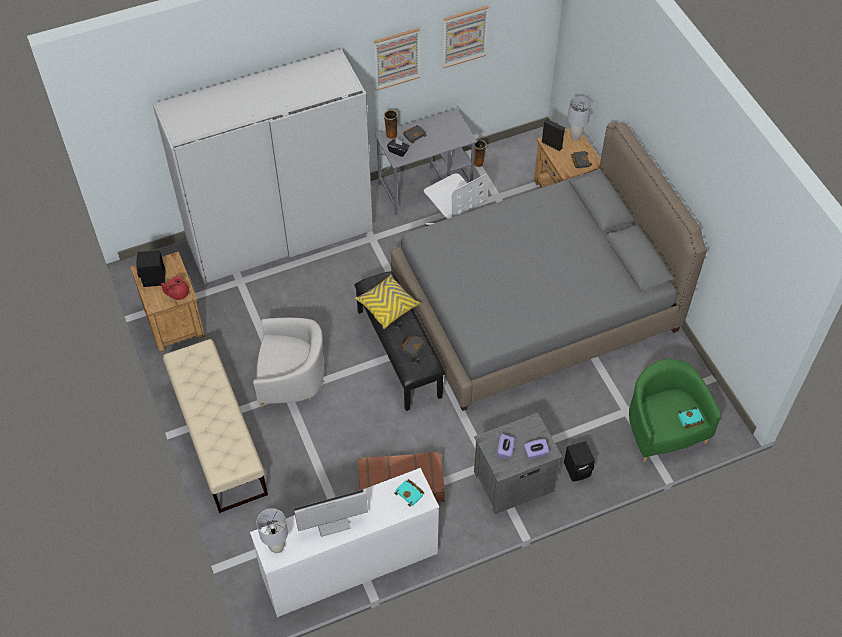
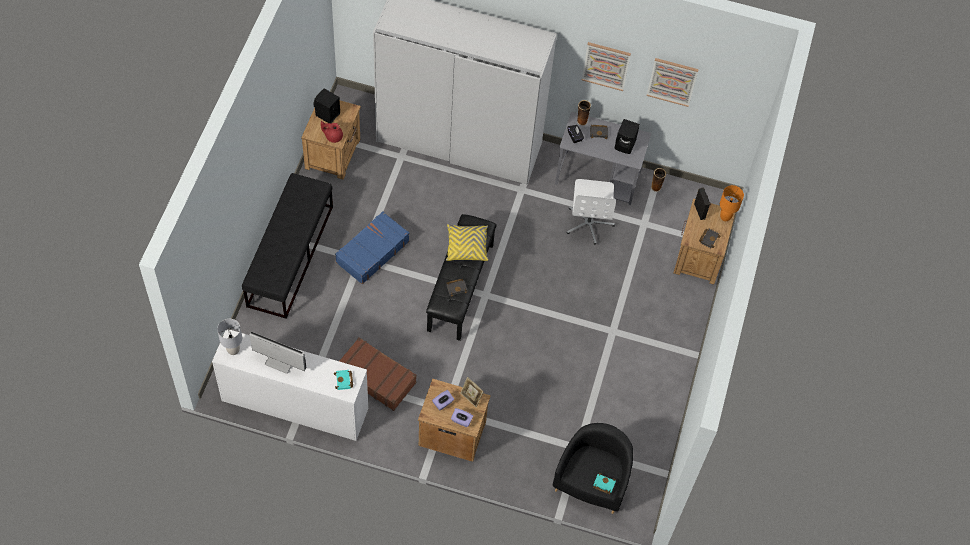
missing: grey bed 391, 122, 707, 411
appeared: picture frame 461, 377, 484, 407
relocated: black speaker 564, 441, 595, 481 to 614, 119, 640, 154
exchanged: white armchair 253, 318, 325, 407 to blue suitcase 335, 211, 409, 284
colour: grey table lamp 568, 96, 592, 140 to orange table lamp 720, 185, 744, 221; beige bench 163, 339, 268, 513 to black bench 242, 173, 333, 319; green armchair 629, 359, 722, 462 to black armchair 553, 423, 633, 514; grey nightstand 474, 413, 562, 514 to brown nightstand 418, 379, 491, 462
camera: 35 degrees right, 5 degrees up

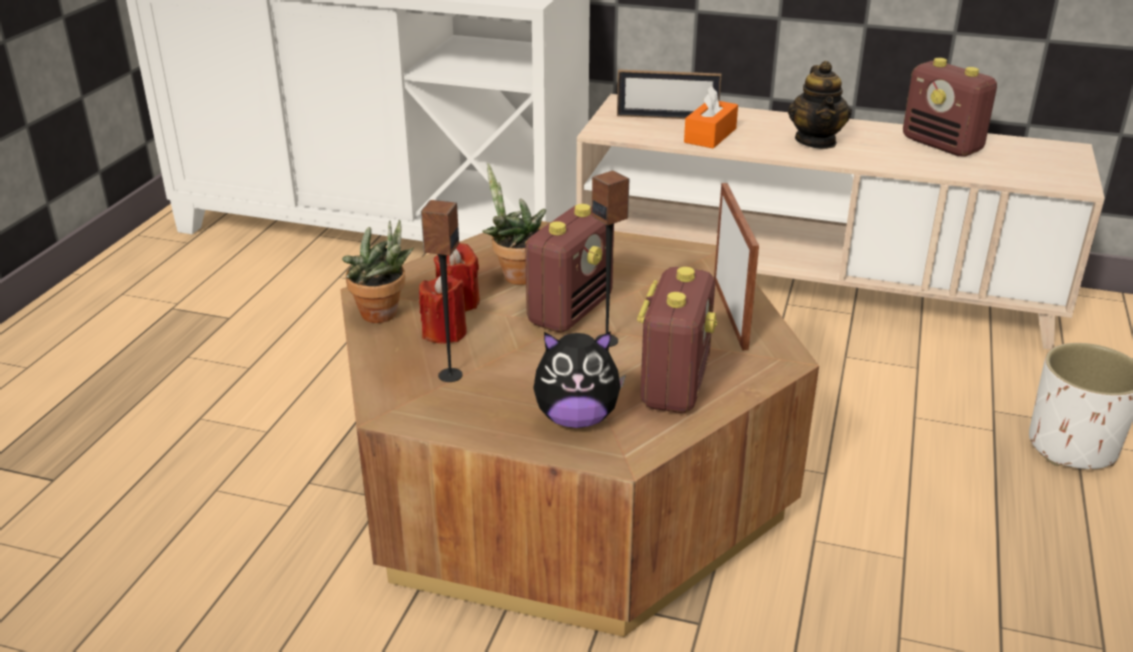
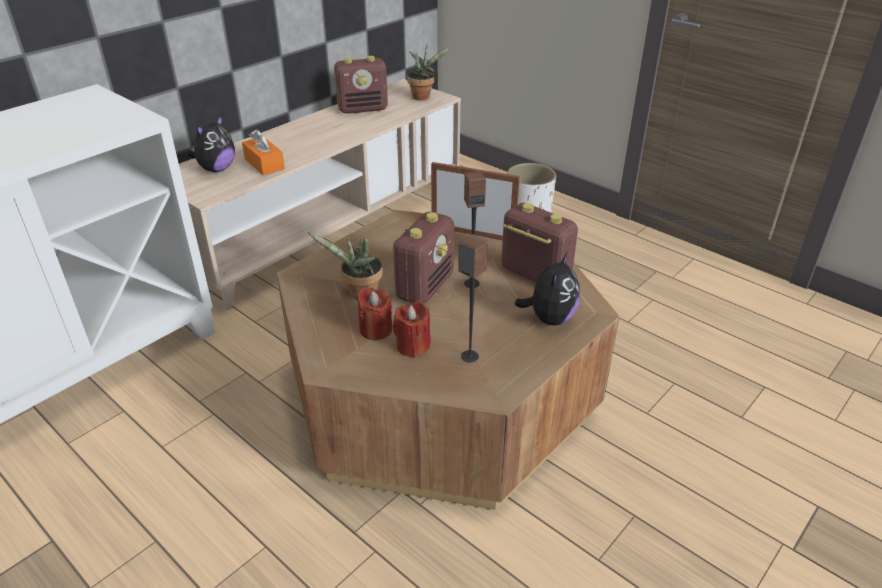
missing: teapot 788, 61, 851, 149
relocated: potted plant 342, 220, 414, 323 to 407, 45, 452, 100
exchanged: picture frame 617, 69, 721, 119 to plush toy 188, 114, 235, 172
spun: radio 525, 204, 614, 333 = 393, 212, 454, 304 60 degrees clockwise
camera: 65 degrees left, 5 degrees up

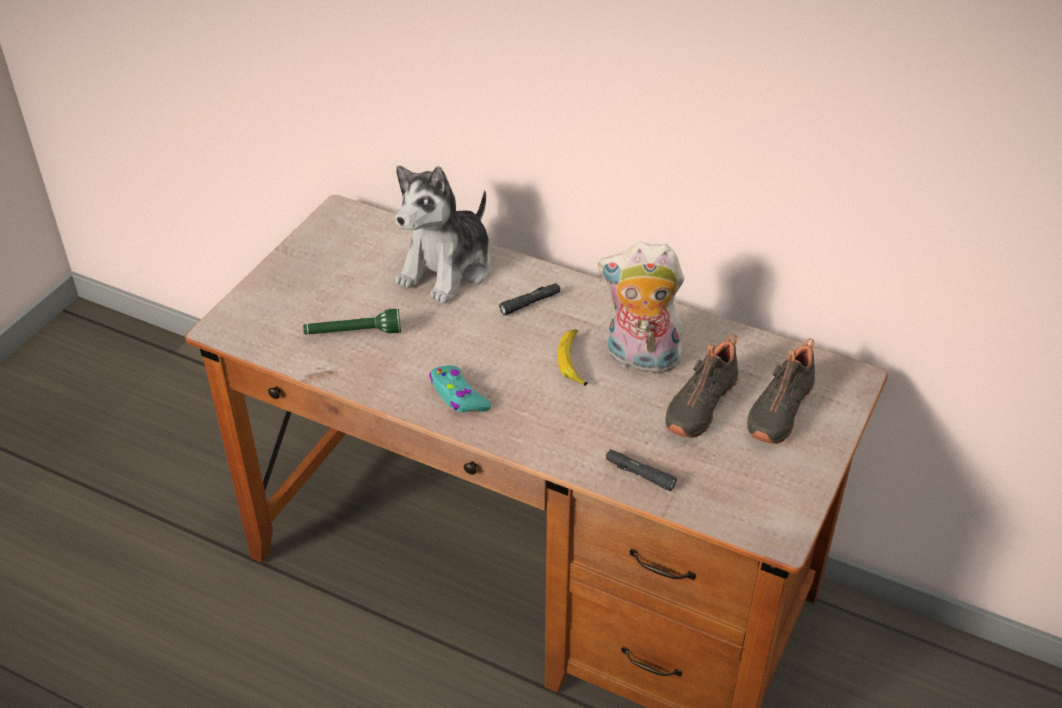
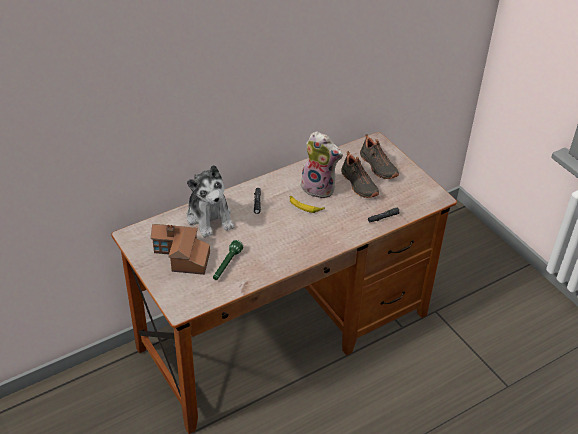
missing: turquoise game controller 429, 365, 492, 412
appeared: toy house 151, 224, 210, 275
spun: plush toy 598, 242, 684, 373 = 301, 131, 343, 199 105 degrees counterclockwise
camera: 60 degrees left, 0 degrees up

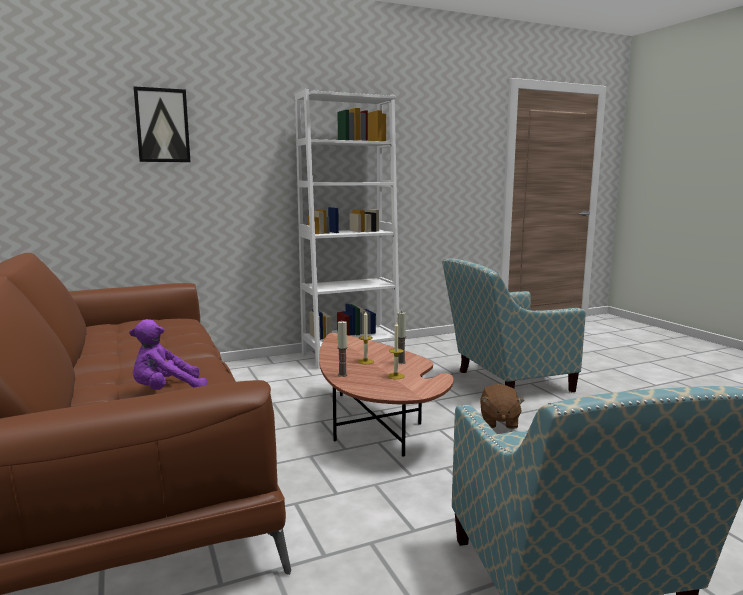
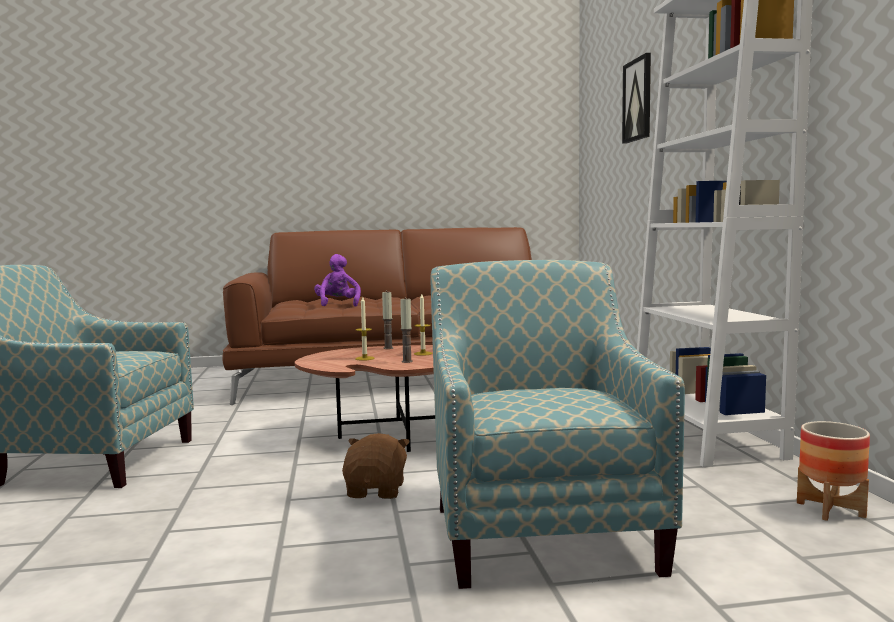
appeared: planter 797, 421, 870, 521
spun: brown plush toy 480, 384, 524, 429 = 342, 433, 410, 499 75 degrees clockwise
camera: 105 degrees right, 5 degrees down

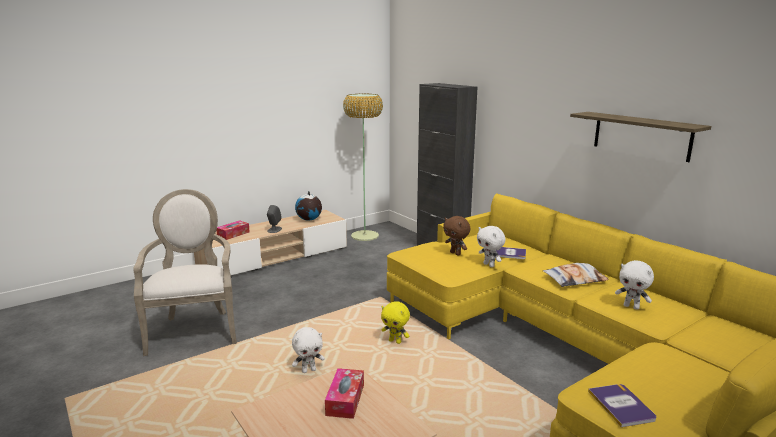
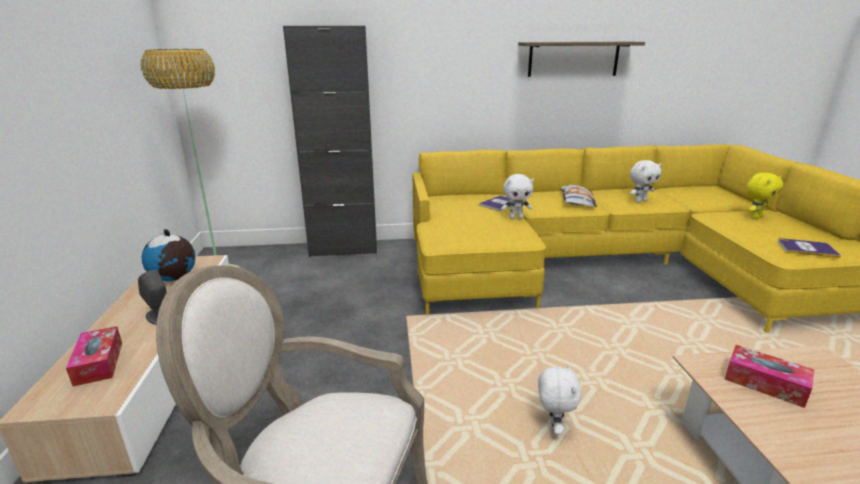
missing: brown plush toy 443, 216, 470, 256
relocated: yellow plush toy 381, 301, 410, 344 to 746, 173, 783, 219
camera: 60 degrees left, 5 degrees up

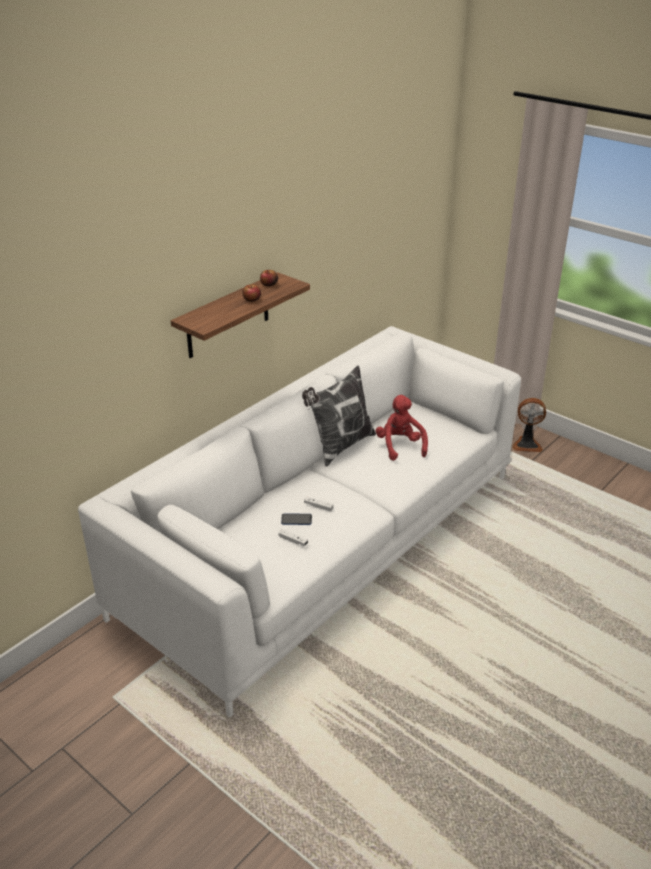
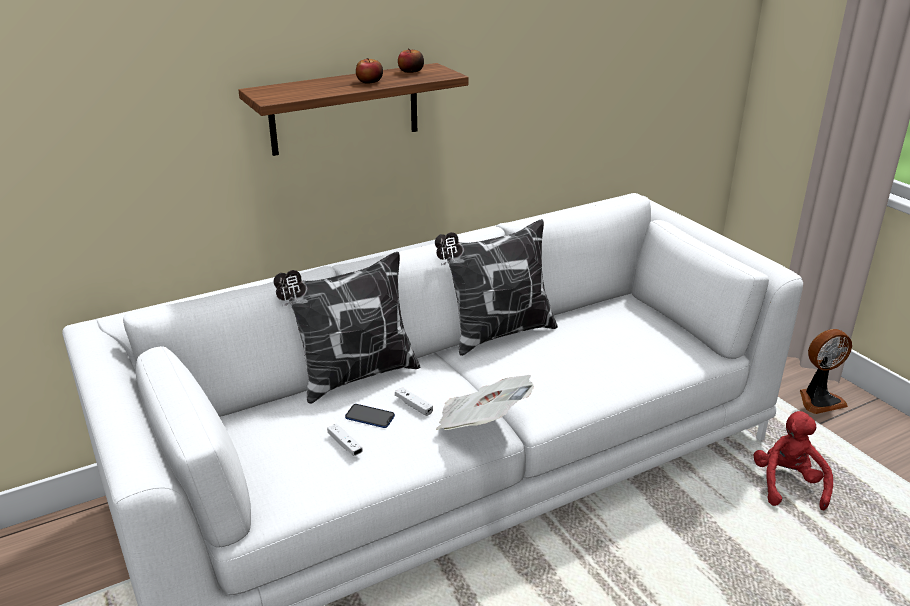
appeared: pillow 273, 252, 420, 404; newspaper 436, 375, 534, 430
relocated: red plush toy 375, 395, 428, 461 to 753, 411, 833, 510
spun: fan 512, 398, 546, 452 = 800, 329, 852, 414 45 degrees counterclockwise
camera: 20 degrees right, 5 degrees down

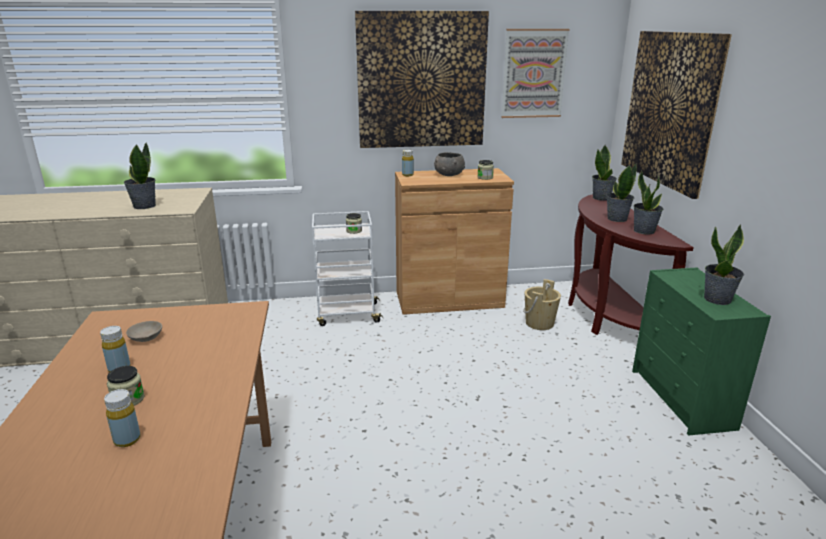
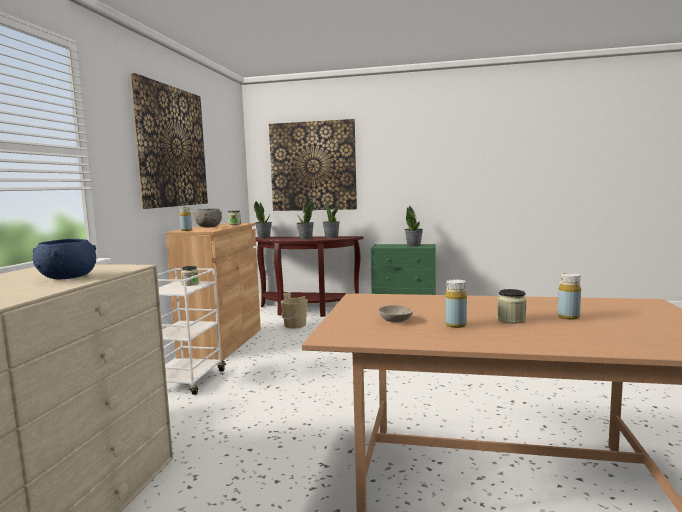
missing: picture 501, 29, 569, 118
exchanged: potted plant 124, 142, 156, 209 to blue bowl 33, 239, 96, 279
camera: 70 degrees left, 15 degrees down

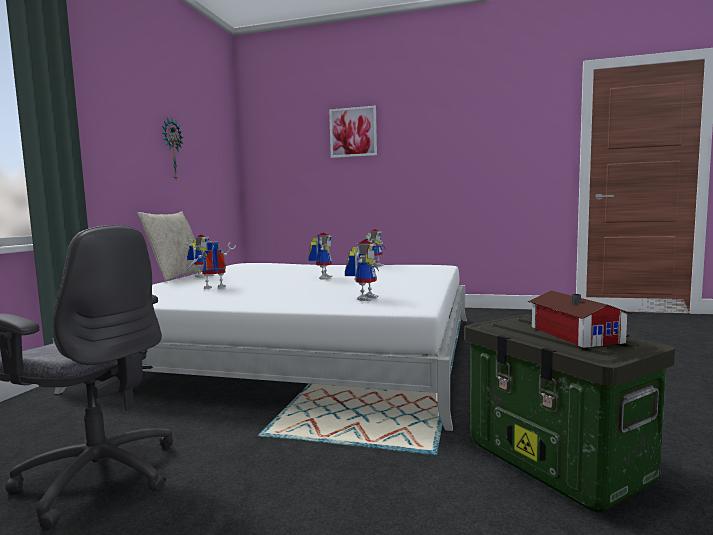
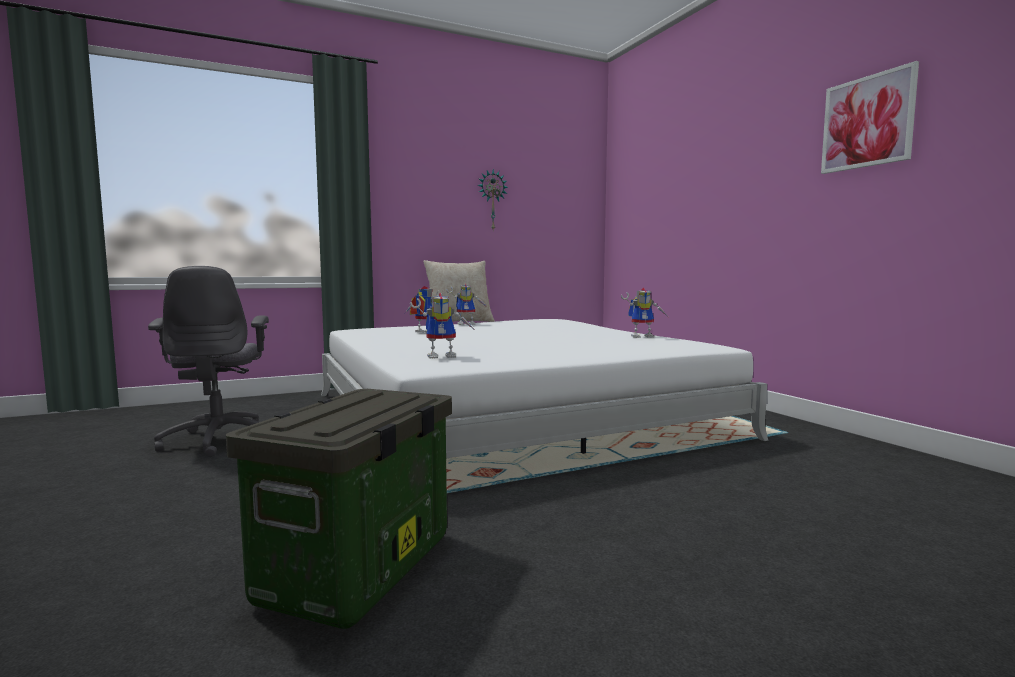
missing: toy robot 308, 233, 332, 280; toy house 528, 290, 632, 348
relocated: picture 329, 106, 377, 158 to 821, 61, 919, 174
camera: 50 degrees right, 0 degrees up

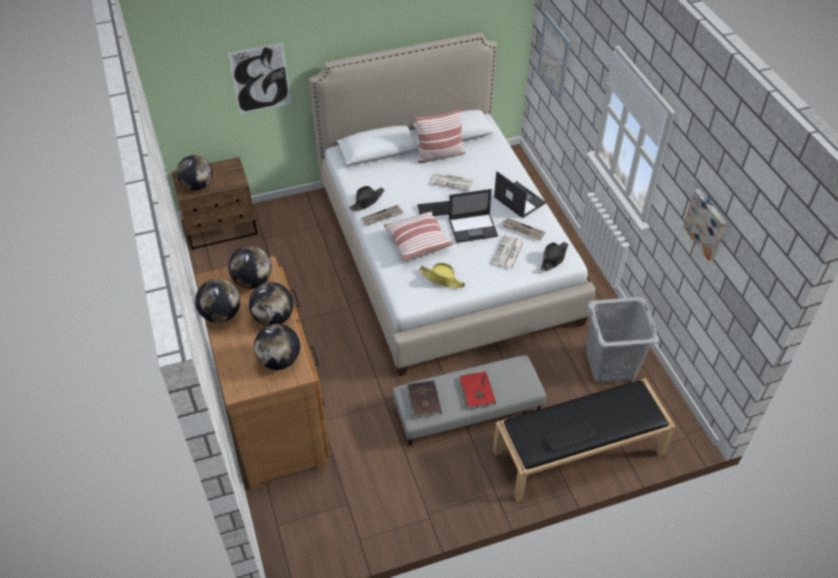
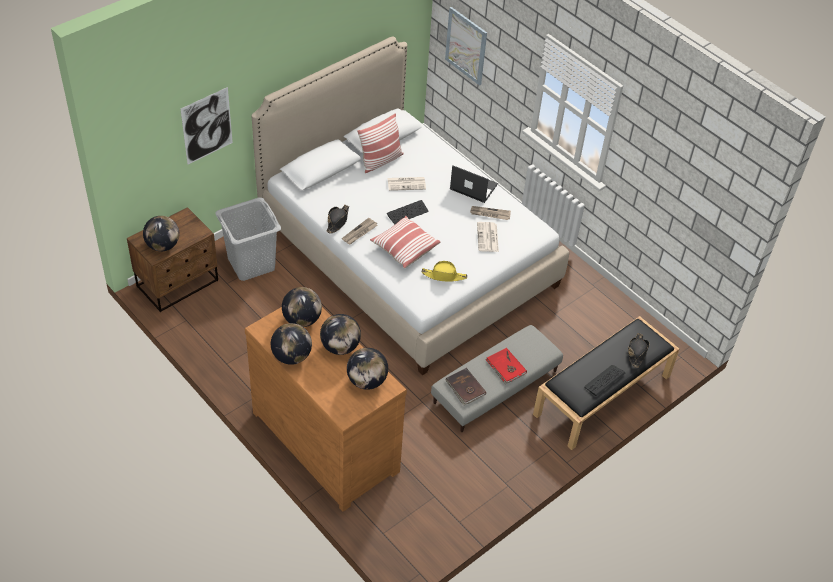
missing: laptop 449, 189, 498, 243; picture 683, 189, 727, 261
relocated: black hat 540, 242, 568, 271 to 628, 333, 650, 368; grey laundry basket 586, 297, 659, 383 to 215, 197, 281, 281
camera: 25 degrees left, 0 degrees up

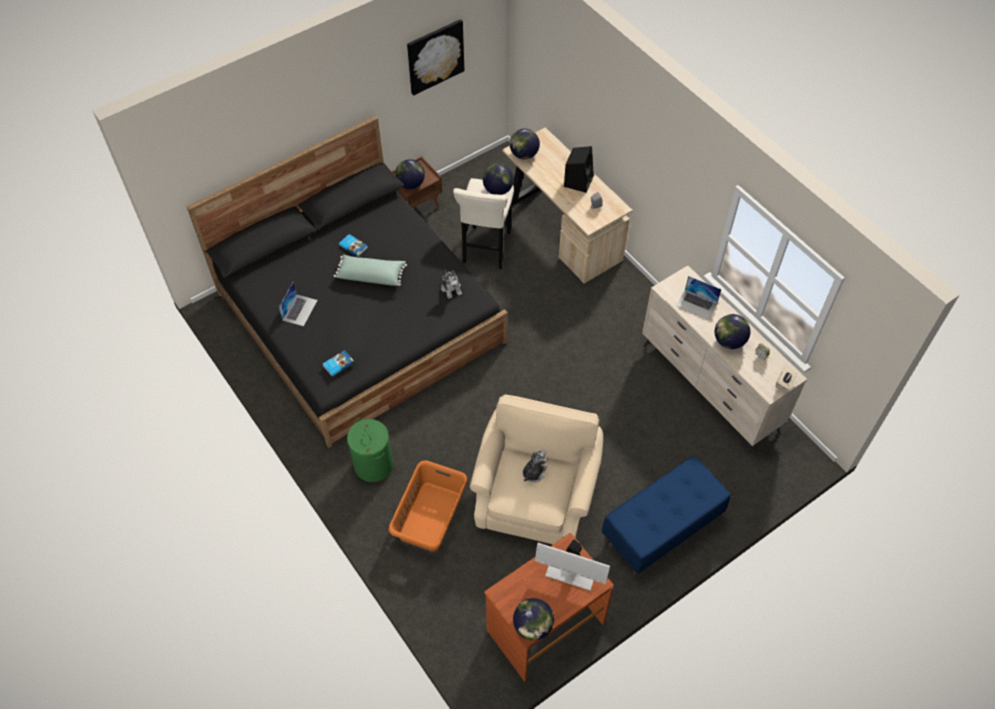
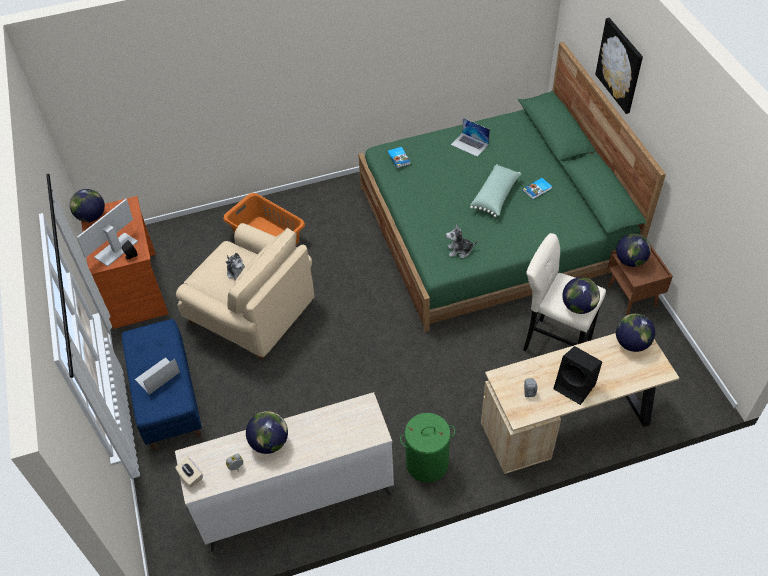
relocated: picture 407, 19, 464, 96 to 595, 18, 643, 114; laptop 676, 276, 722, 320 to 135, 357, 180, 395; green laundry basket 347, 418, 393, 482 to 400, 413, 455, 483
colour: black bed 187, 116, 508, 448 to green bed 358, 42, 666, 332
camera: 110 degrees right, 5 degrees down

